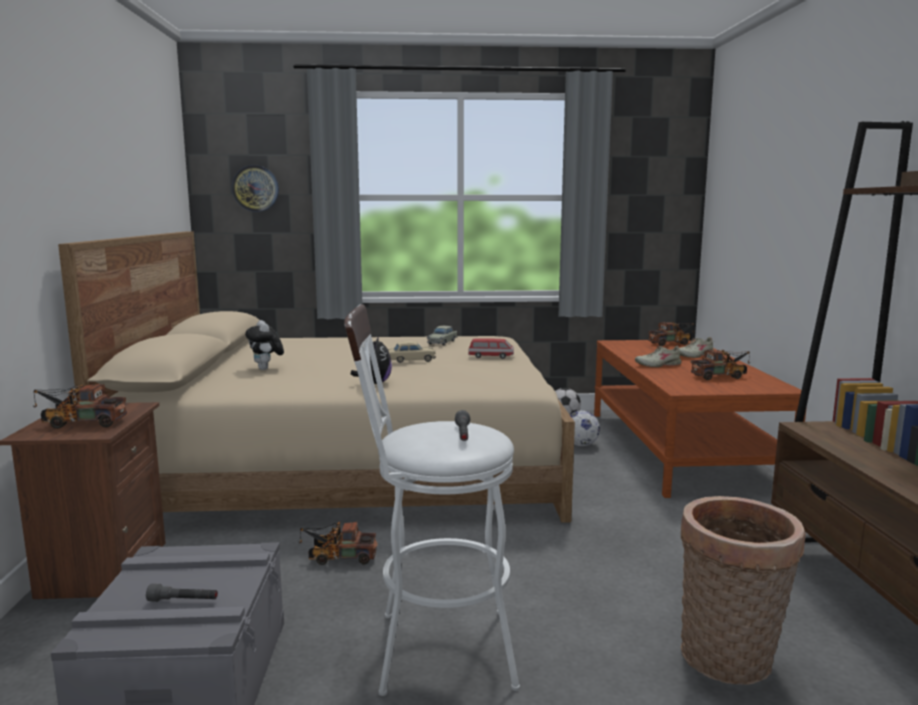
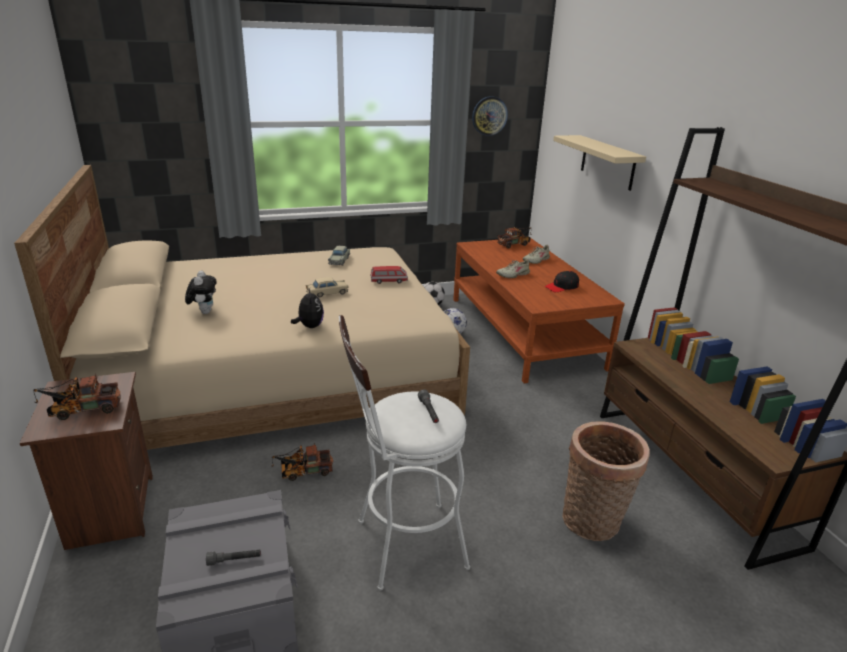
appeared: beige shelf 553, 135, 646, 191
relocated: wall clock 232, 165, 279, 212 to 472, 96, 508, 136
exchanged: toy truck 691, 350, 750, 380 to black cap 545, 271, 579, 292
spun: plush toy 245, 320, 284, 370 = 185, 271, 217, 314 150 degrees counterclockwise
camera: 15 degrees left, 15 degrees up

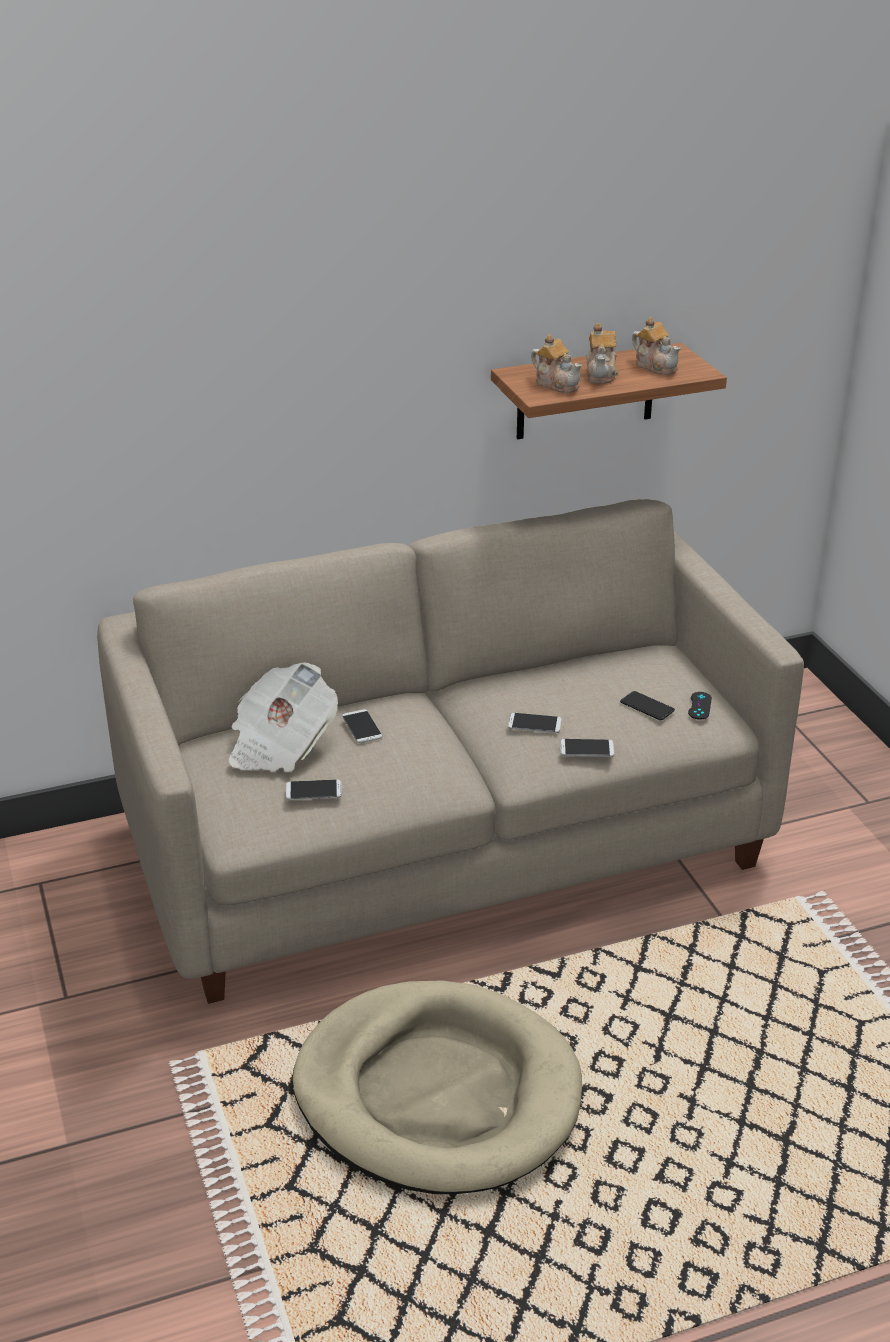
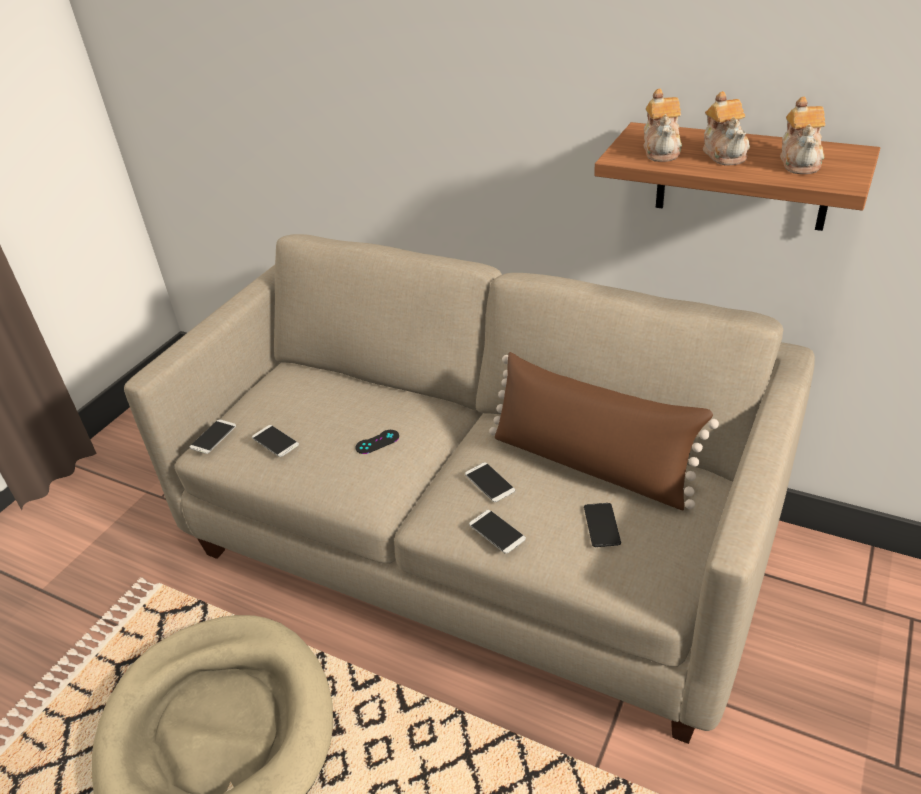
missing: newspaper 229, 663, 338, 772
appeared: brown pillow 489, 352, 719, 510
relocated: black game controller 688, 692, 712, 720 to 355, 430, 399, 454; phone 342, 709, 382, 743 to 190, 419, 236, 454
spun: teapot 587, 323, 618, 384 = 703, 91, 750, 165 60 degrees counterclockwise
camera: 50 degrees right, 5 degrees up

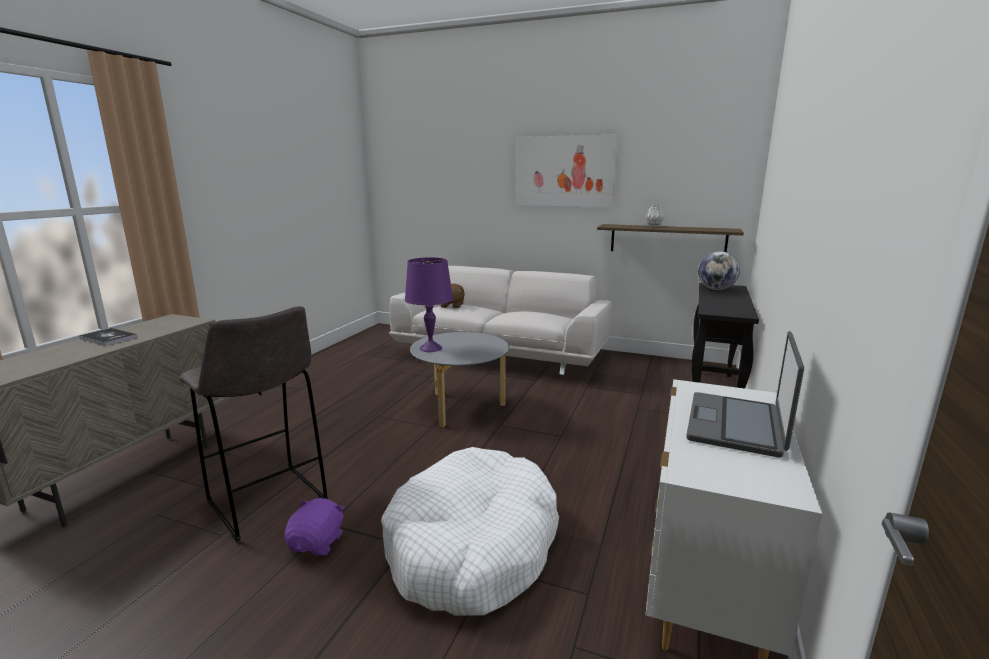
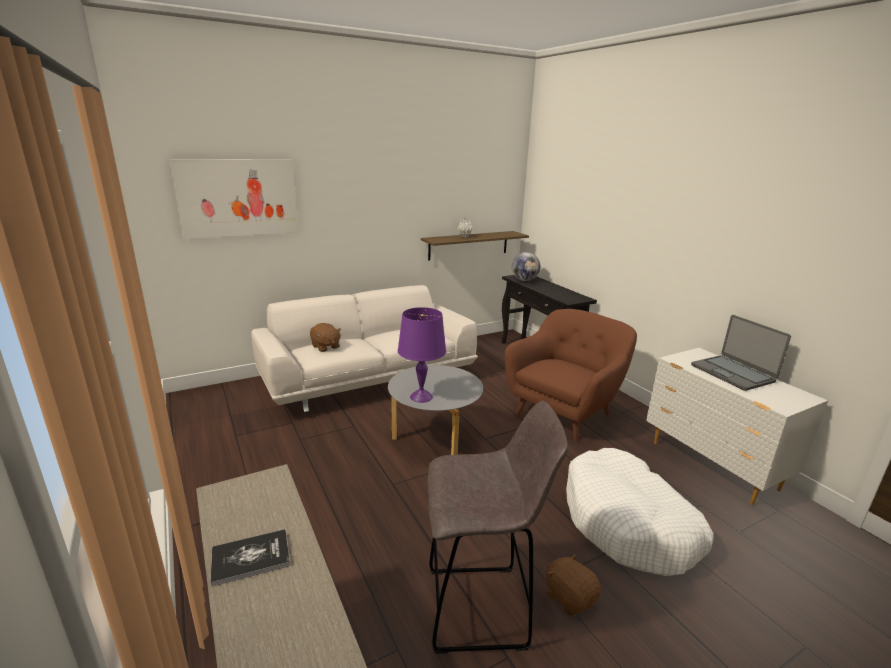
appeared: brown armchair 504, 309, 637, 442
relocated: picture 516, 134, 619, 207 to 170, 159, 298, 239
colour: purple plush toy 284, 498, 345, 556 to brown plush toy 546, 554, 601, 616
camera: 50 degrees left, 5 degrees up

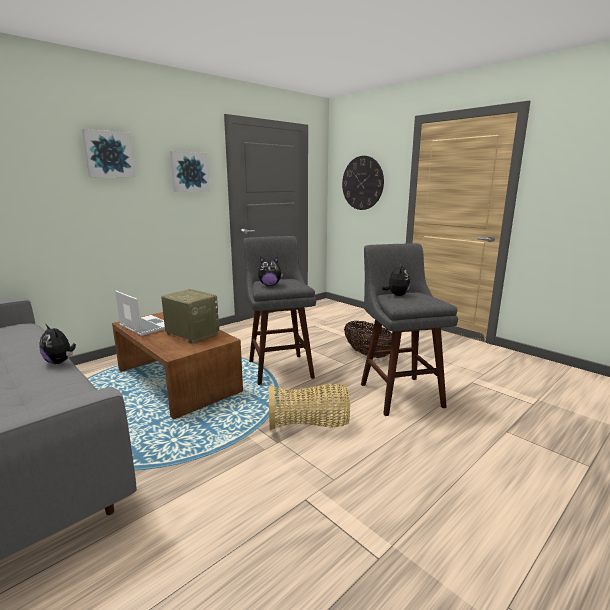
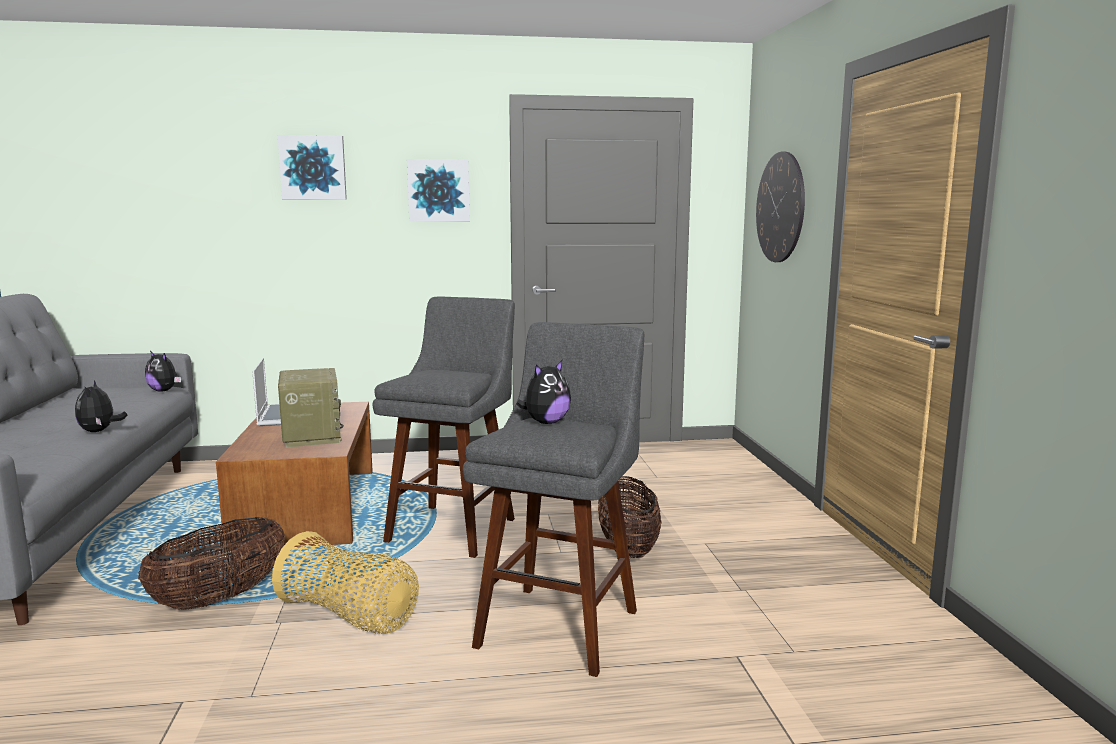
appeared: basket 138, 517, 285, 610
relocated: plush toy 258, 257, 283, 286 to 145, 351, 181, 391
camera: 35 degrees right, 5 degrees down

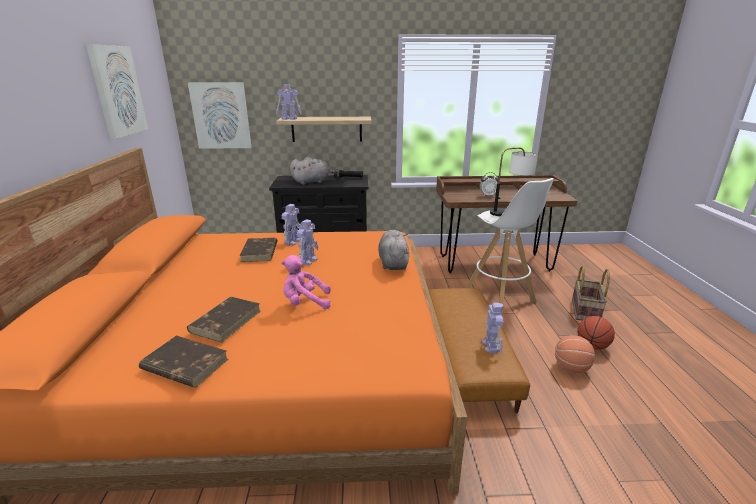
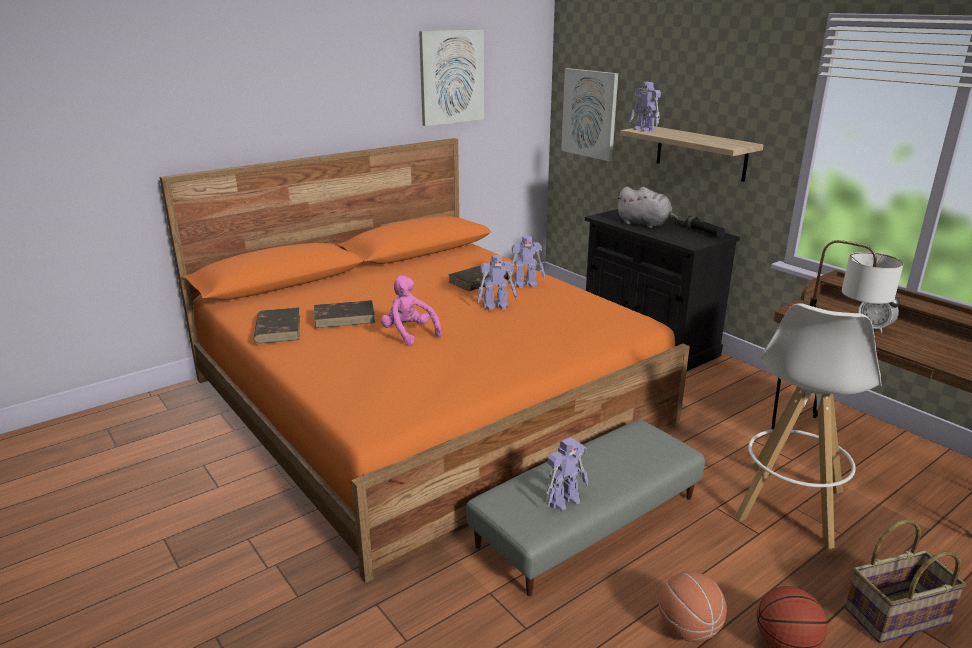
missing: grey plush toy 378, 230, 409, 270
colour: brown ottoman 429, 288, 530, 413 to grey ottoman 466, 420, 705, 596
camera: 55 degrees right, 0 degrees up

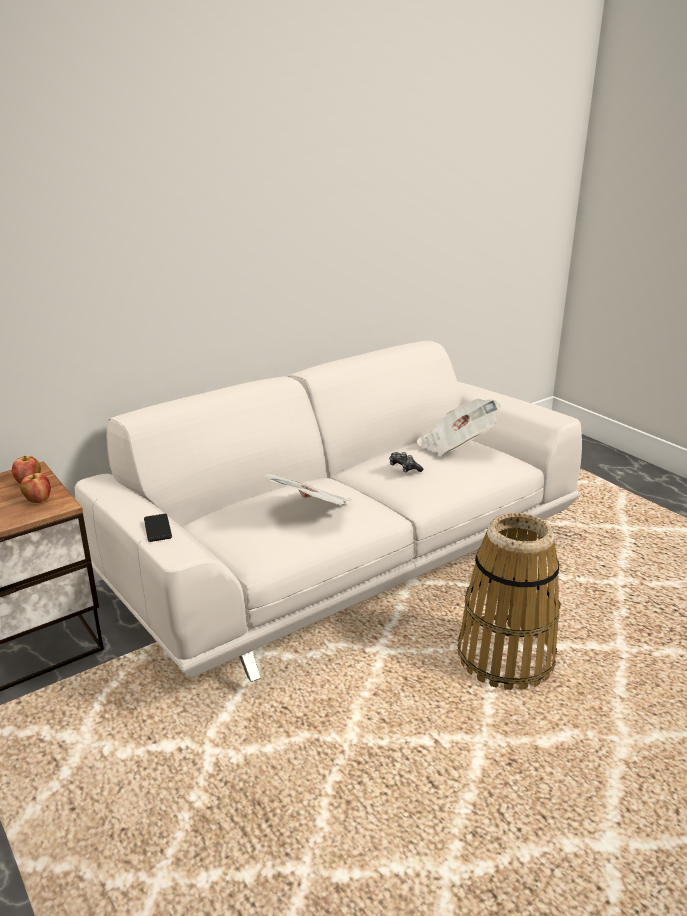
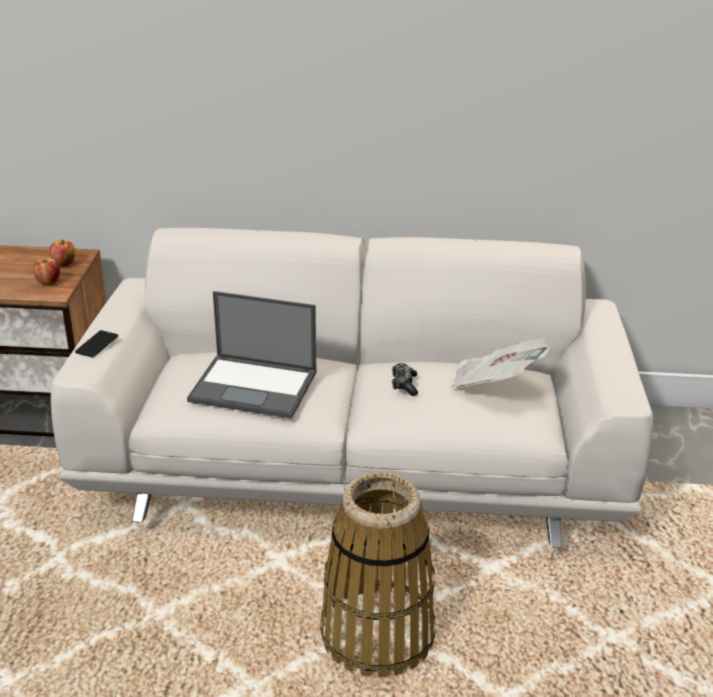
exchanged: newspaper 261, 473, 352, 505 to laptop 187, 291, 316, 419
camera: 40 degrees right, 5 degrees up

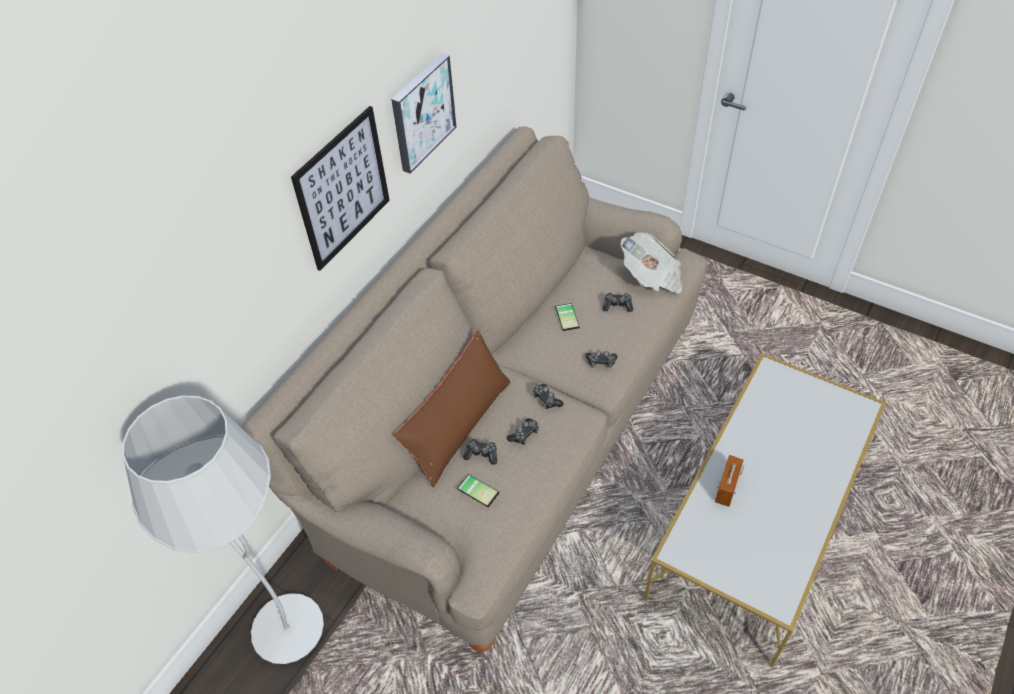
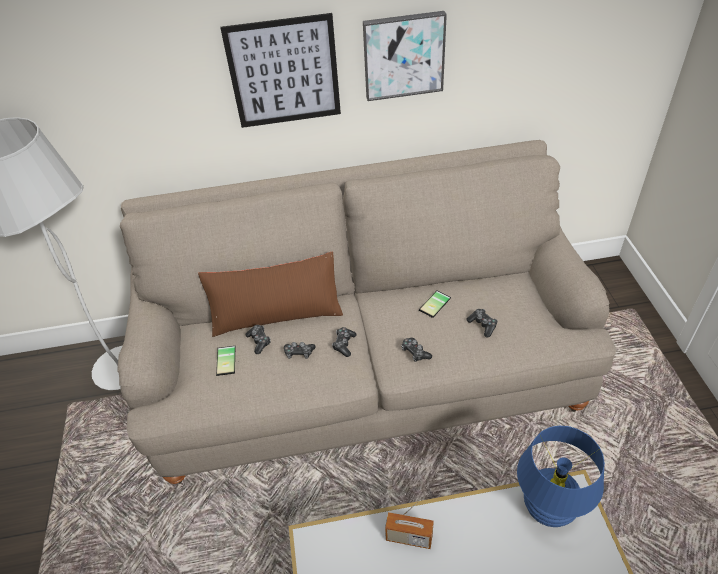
missing: newspaper 621, 232, 682, 294
appeared: blue table lamp 517, 426, 605, 527
spun: radio 715, 455, 744, 507 = 385, 500, 434, 549 150 degrees counterclockwise
camera: 50 degrees right, 5 degrees down

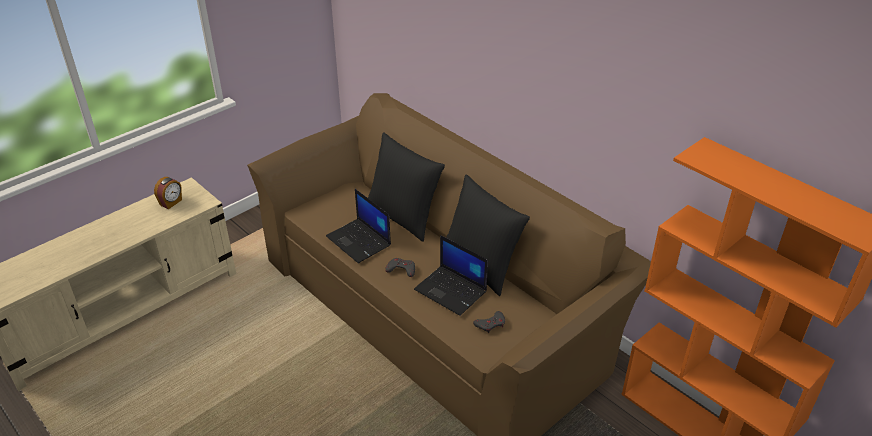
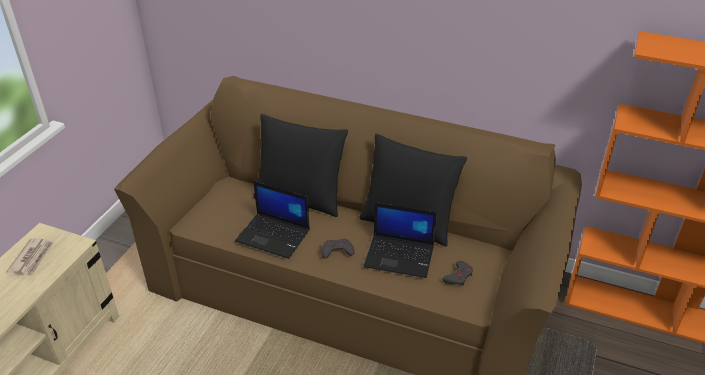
exchanged: alarm clock 154, 177, 182, 209 to newspaper 7, 238, 54, 275
camera: 25 degrees left, 0 degrees up

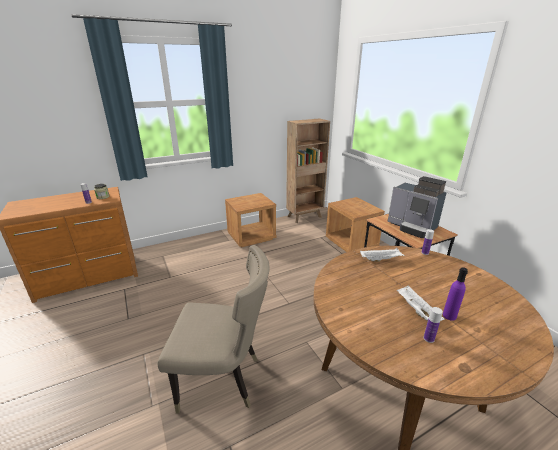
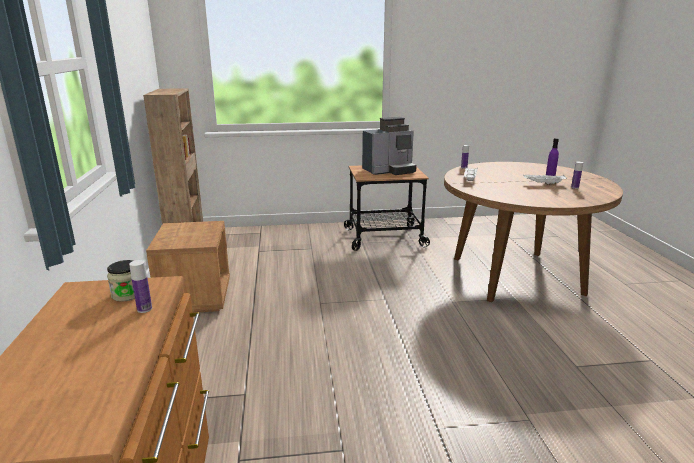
missing: brown nightstand 326, 197, 385, 252; beige chair 158, 245, 270, 414
camera: 70 degrees left, 5 degrees down

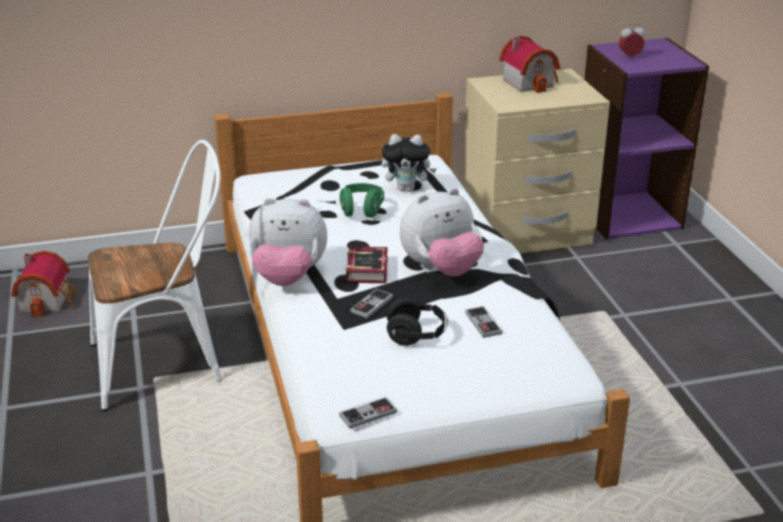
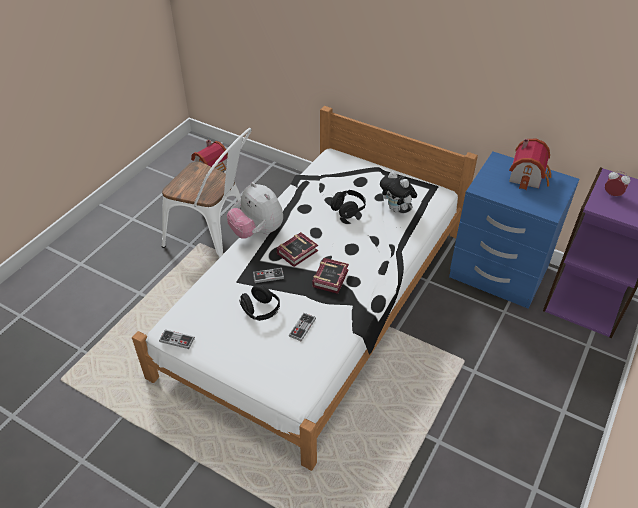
exchanged: plush toy 400, 188, 484, 277 to book 313, 258, 349, 294
colour: beige nightstand 463, 69, 610, 254 to blue nightstand 449, 151, 579, 309; green headphones 339, 183, 384, 218 to black headphones 331, 190, 366, 219
camera: 45 degrees right, 15 degrees up

